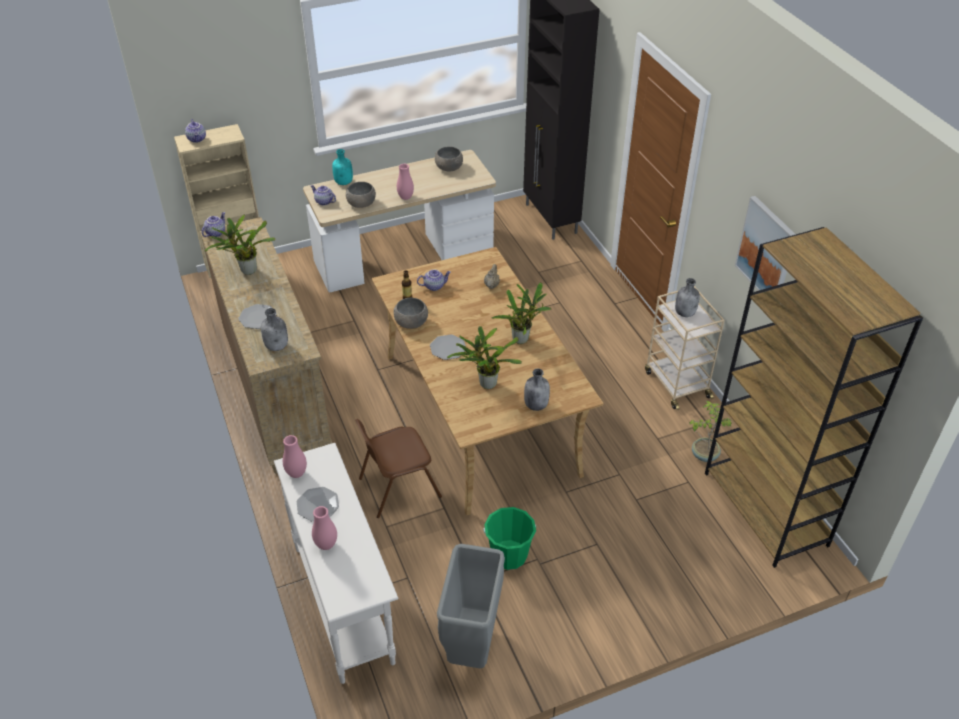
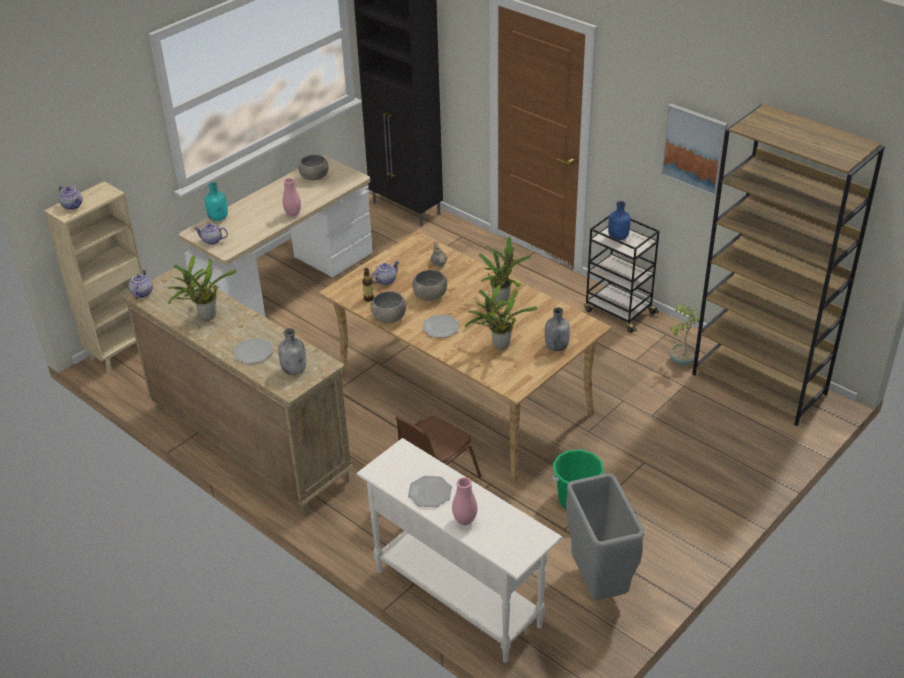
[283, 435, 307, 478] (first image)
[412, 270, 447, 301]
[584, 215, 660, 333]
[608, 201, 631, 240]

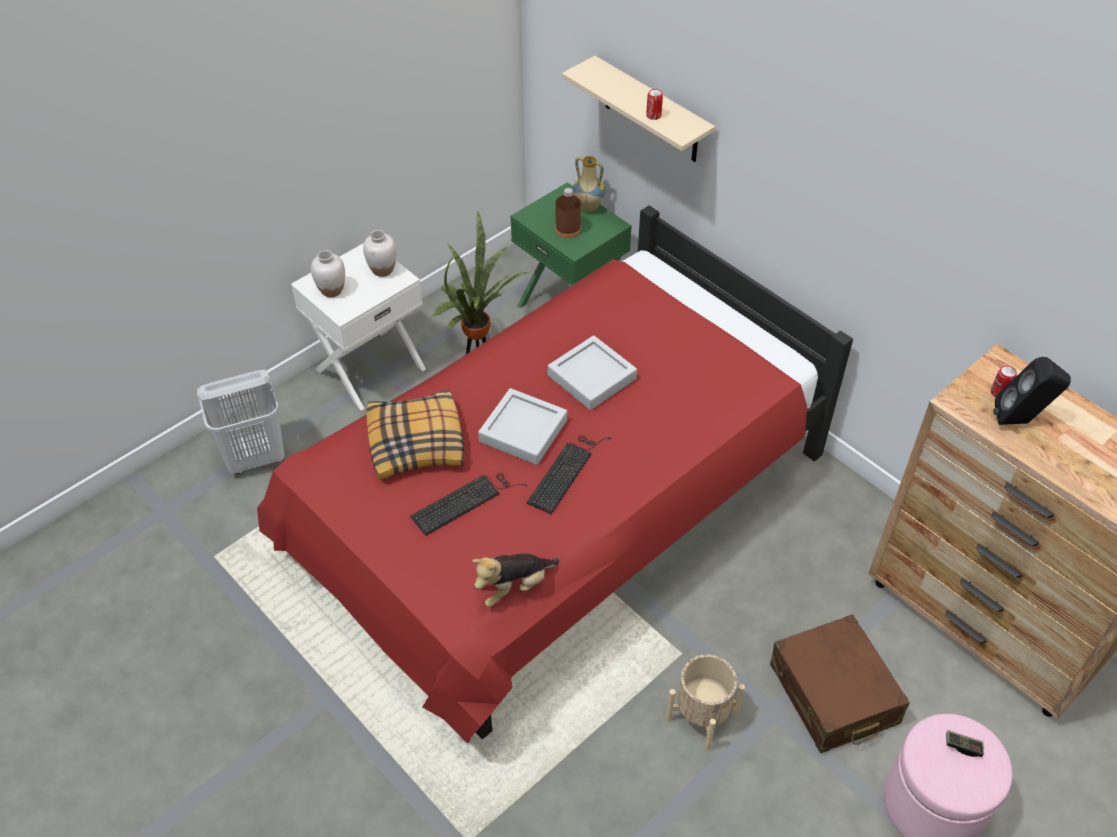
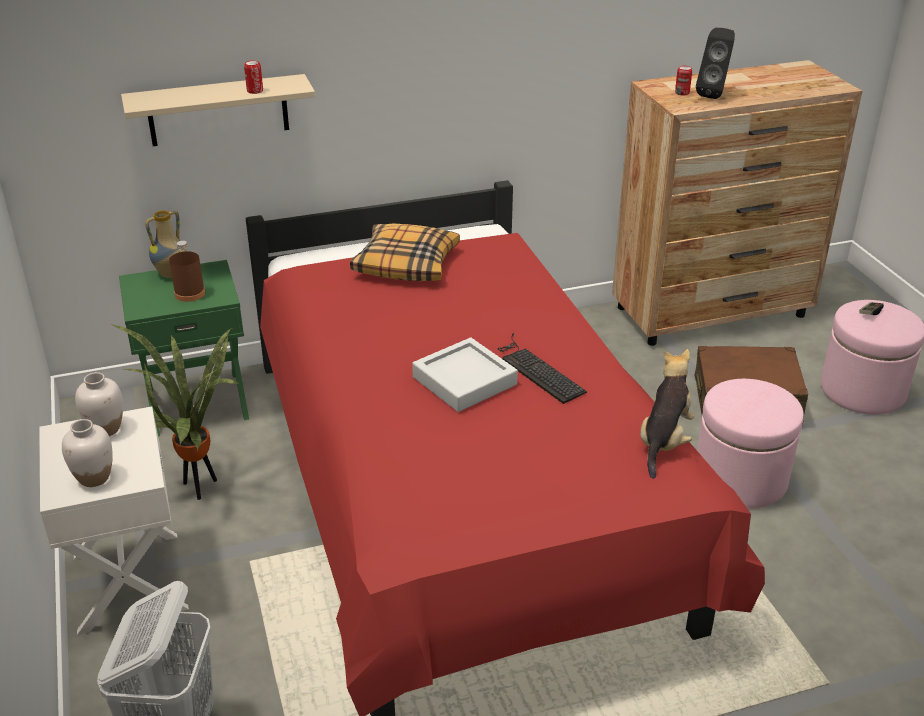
[410, 473, 528, 536] (first image)
[548, 335, 637, 410] (first image)
[350, 224, 460, 281]
[697, 379, 804, 509]
[640, 349, 695, 478]

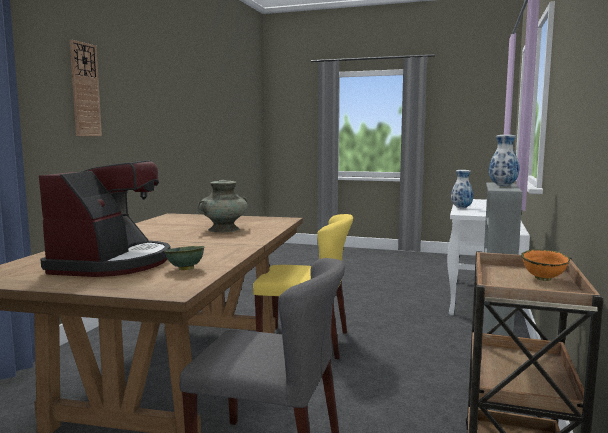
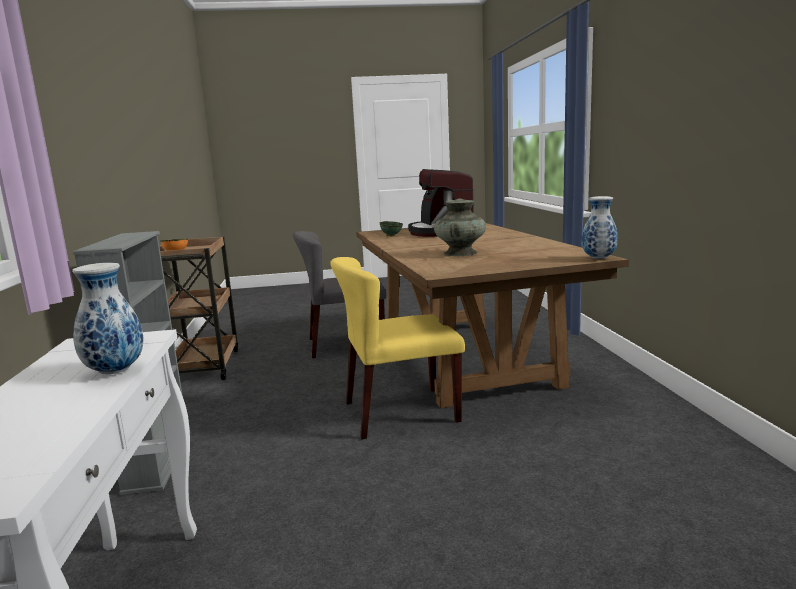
[70, 40, 102, 136] (first image)
[582, 196, 618, 259]

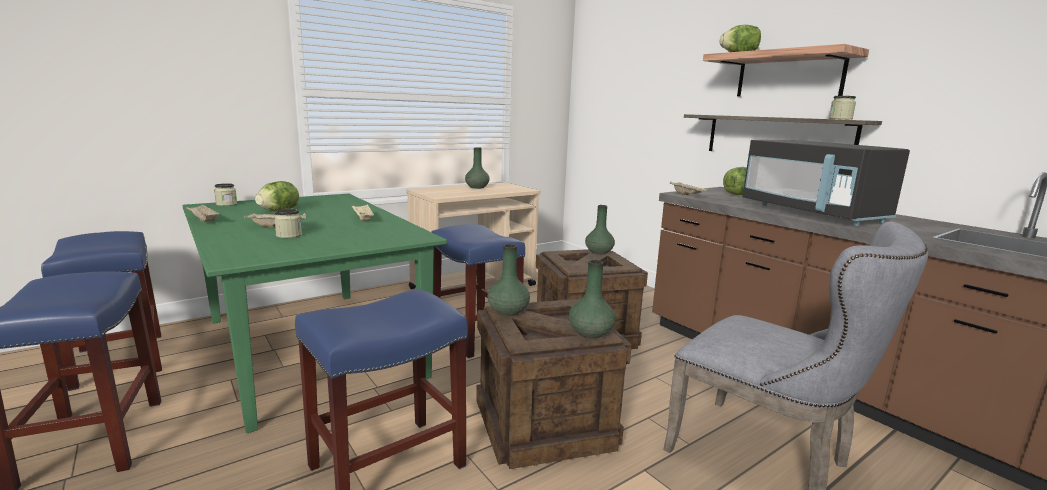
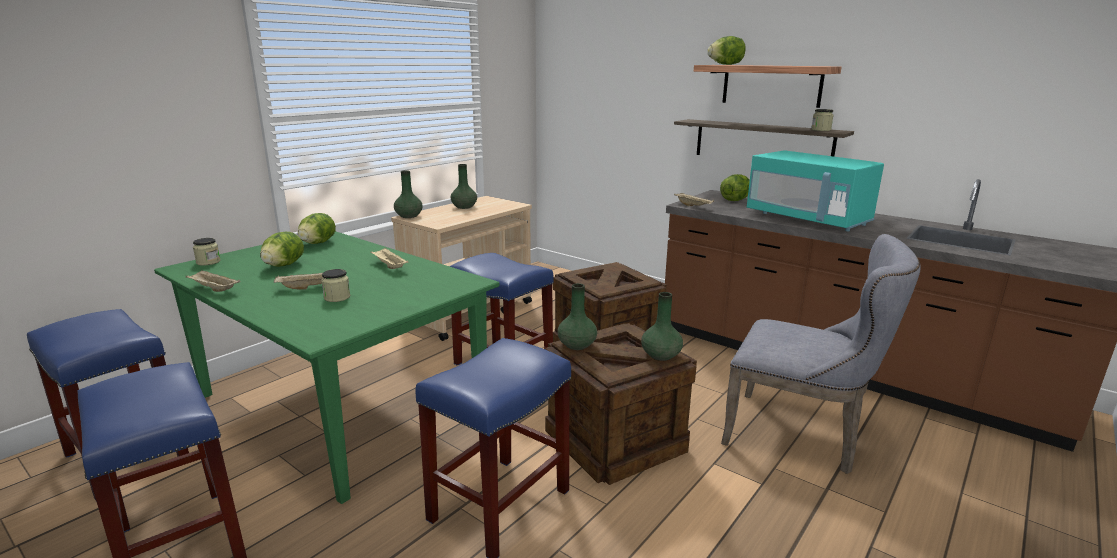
[298, 213, 336, 244]
[394, 170, 423, 218]
[747, 150, 884, 231]

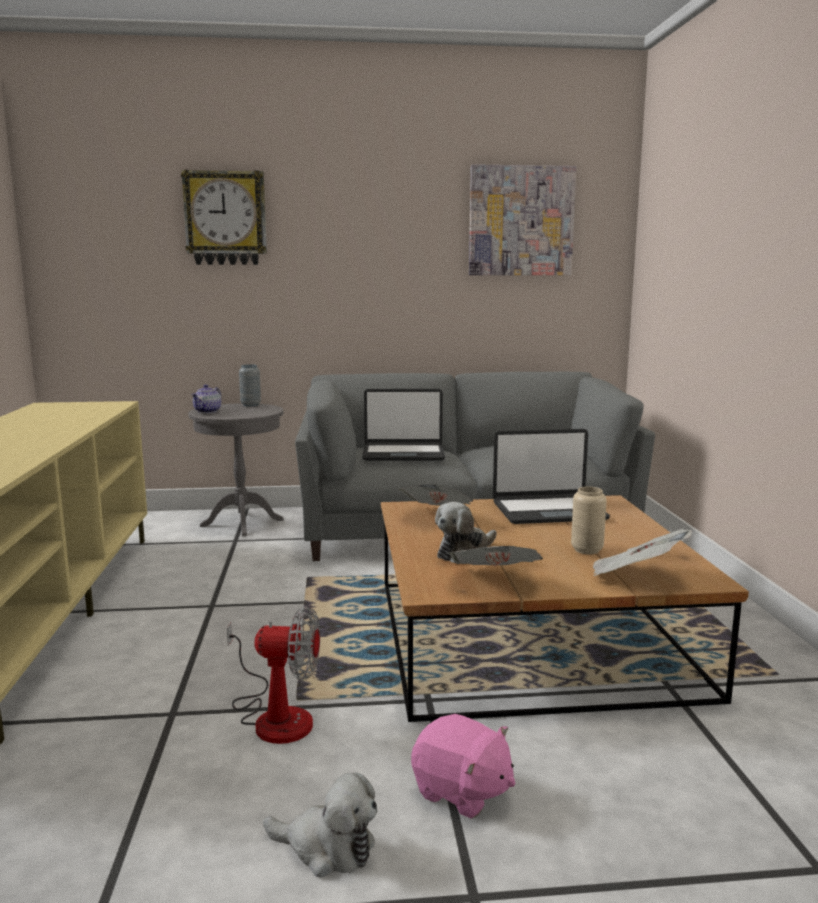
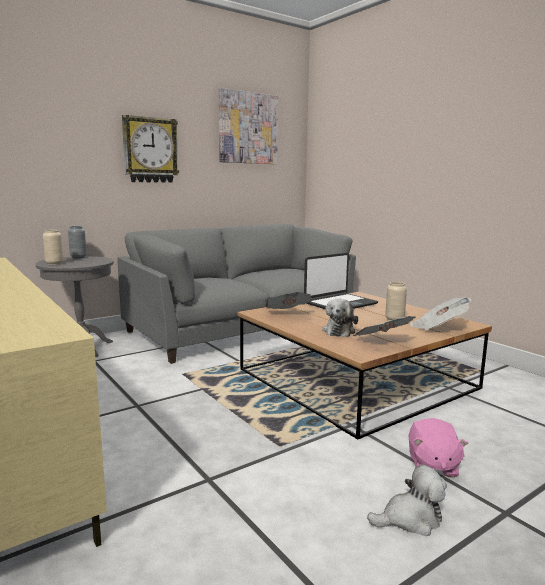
[227, 606, 320, 744] (first image)
[362, 389, 445, 461] (first image)
[122, 115, 179, 183]
[43, 230, 63, 265]
[408, 418, 469, 478]

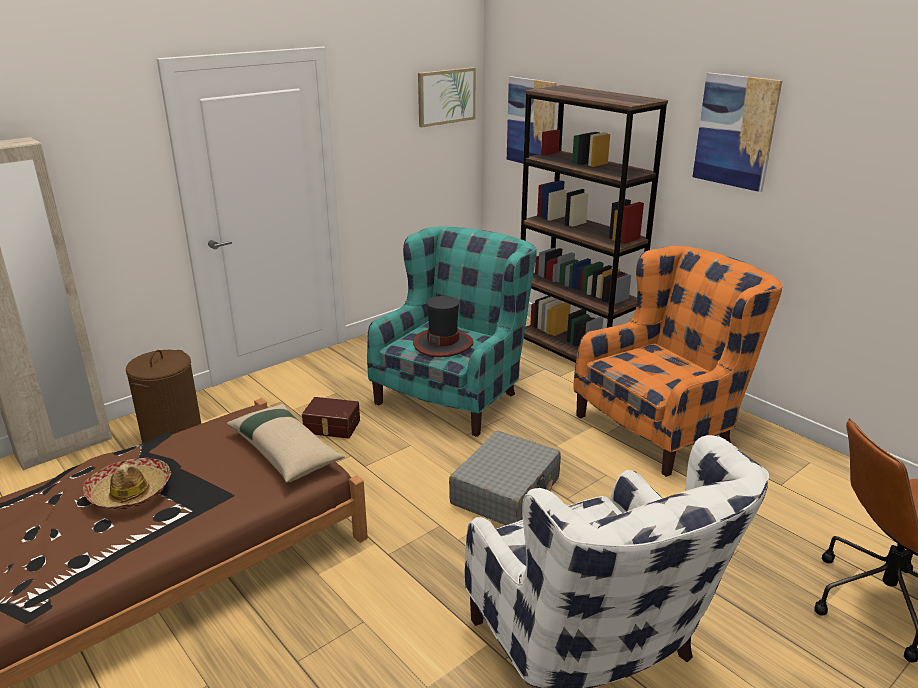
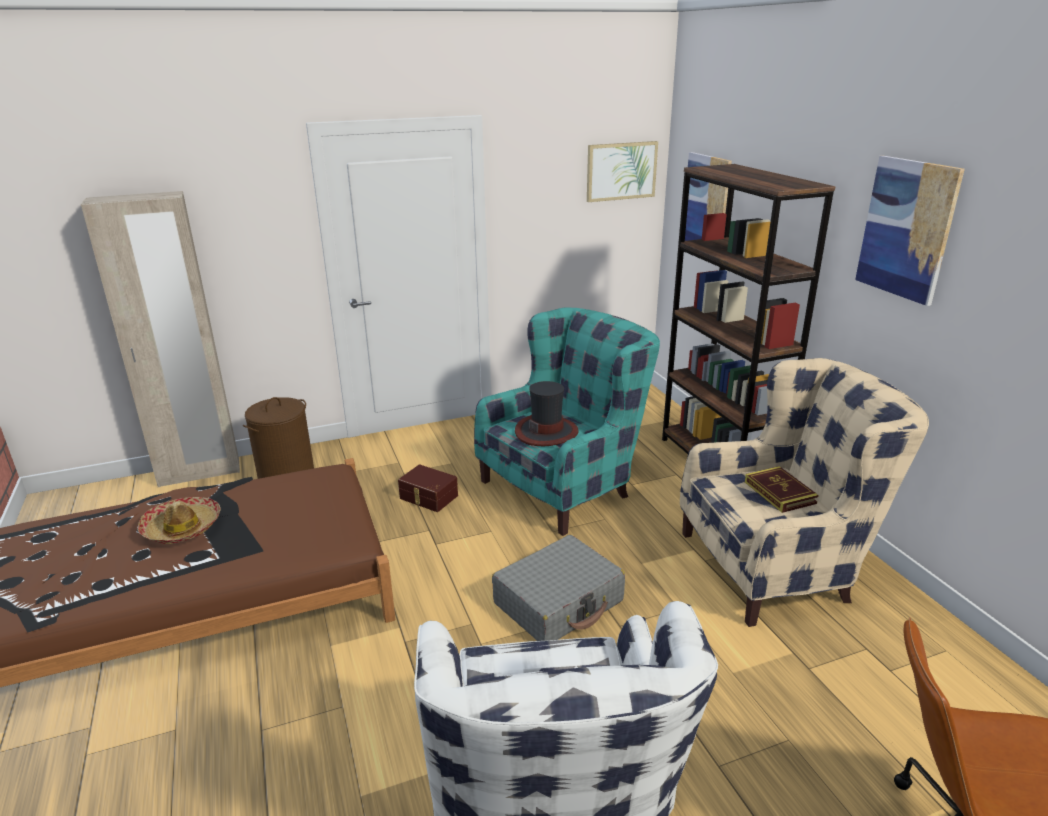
[227, 404, 345, 483] (first image)
[745, 466, 819, 513]
[680, 358, 929, 627]

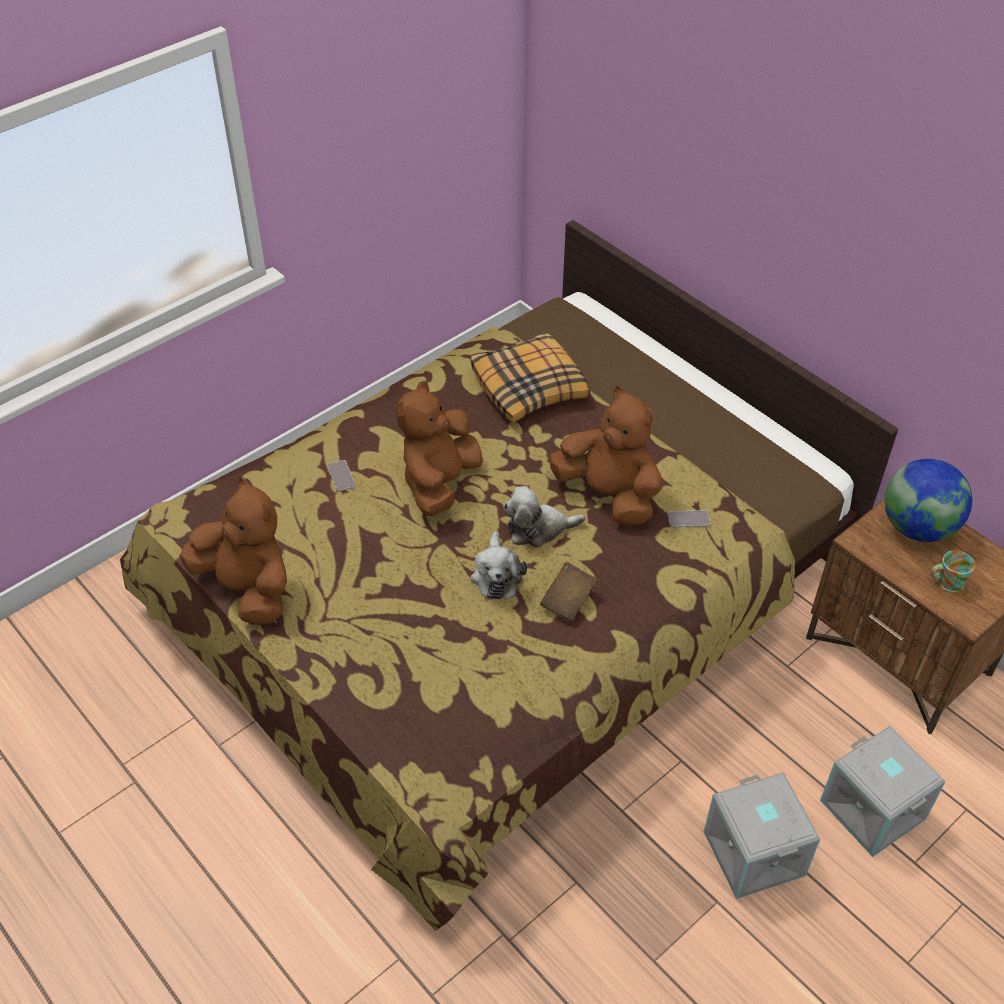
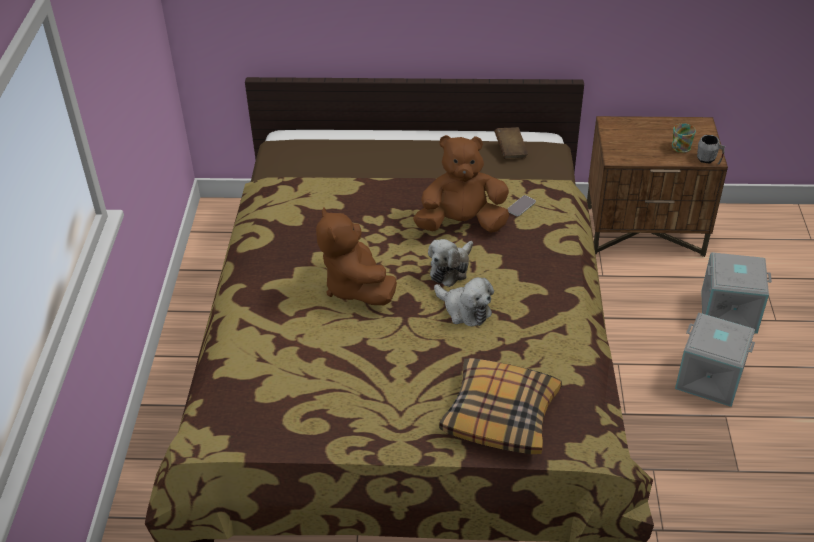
[180, 477, 287, 625] (first image)
[328, 460, 356, 491] (first image)
[884, 459, 972, 542] (first image)
[697, 135, 725, 165]
[439, 358, 562, 454]
[494, 127, 528, 159]

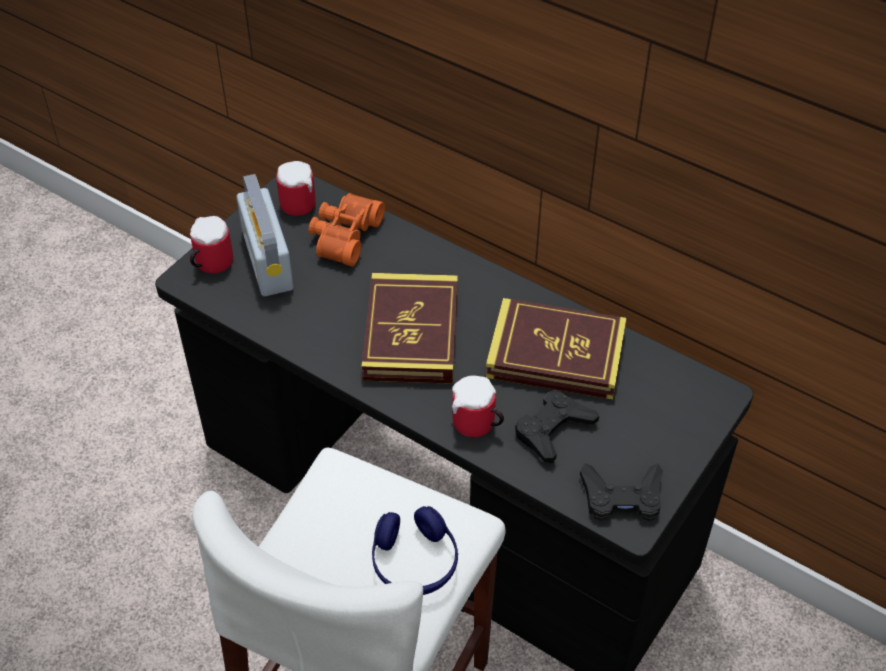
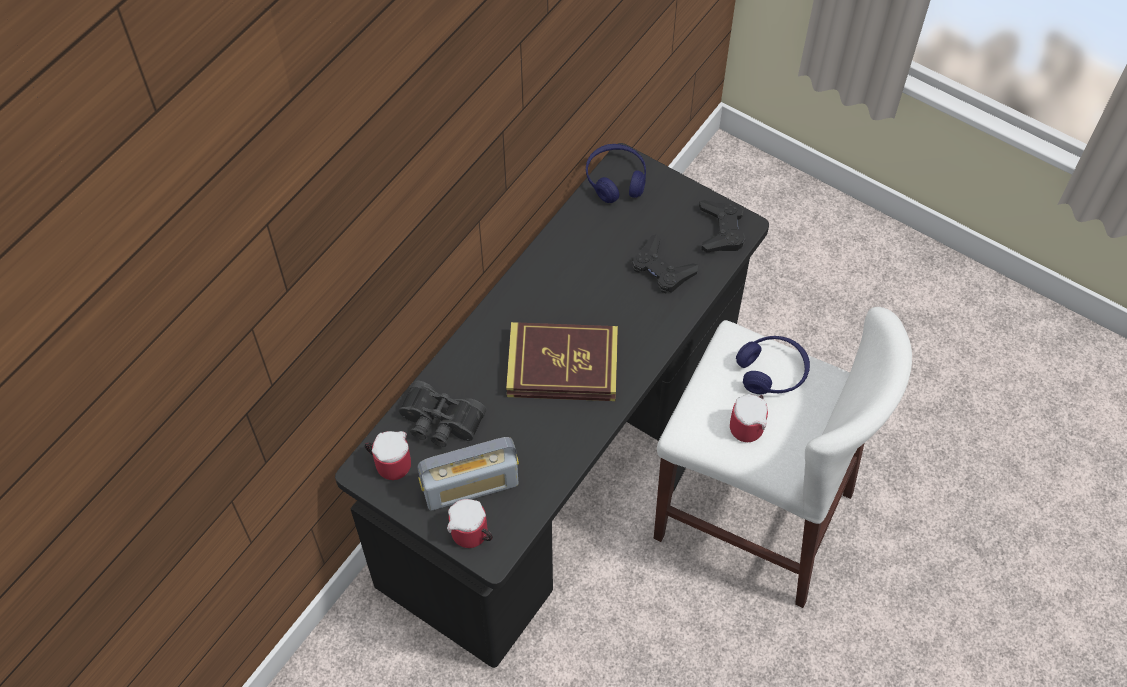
[486, 298, 627, 399] (first image)
[586, 144, 646, 203]
[730, 394, 768, 442]
[399, 380, 487, 447]

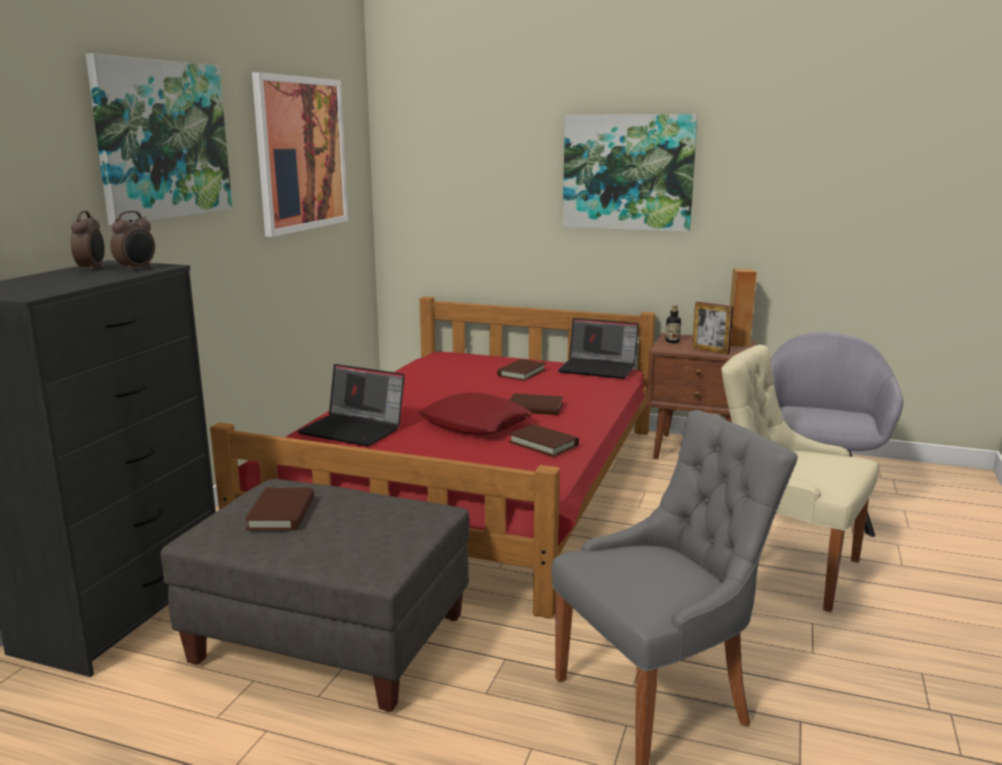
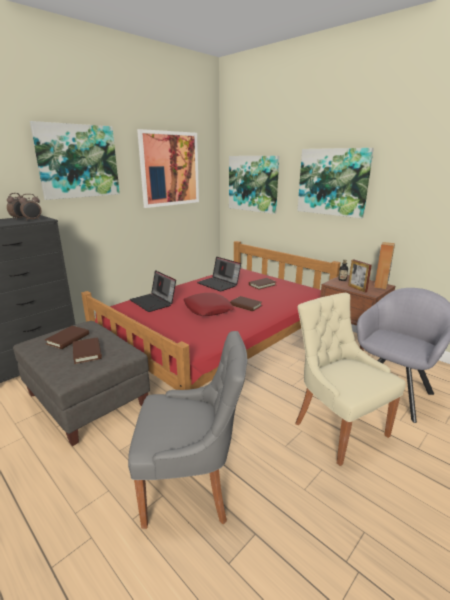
[229, 156, 279, 214]
[73, 338, 102, 364]
[197, 257, 241, 291]

